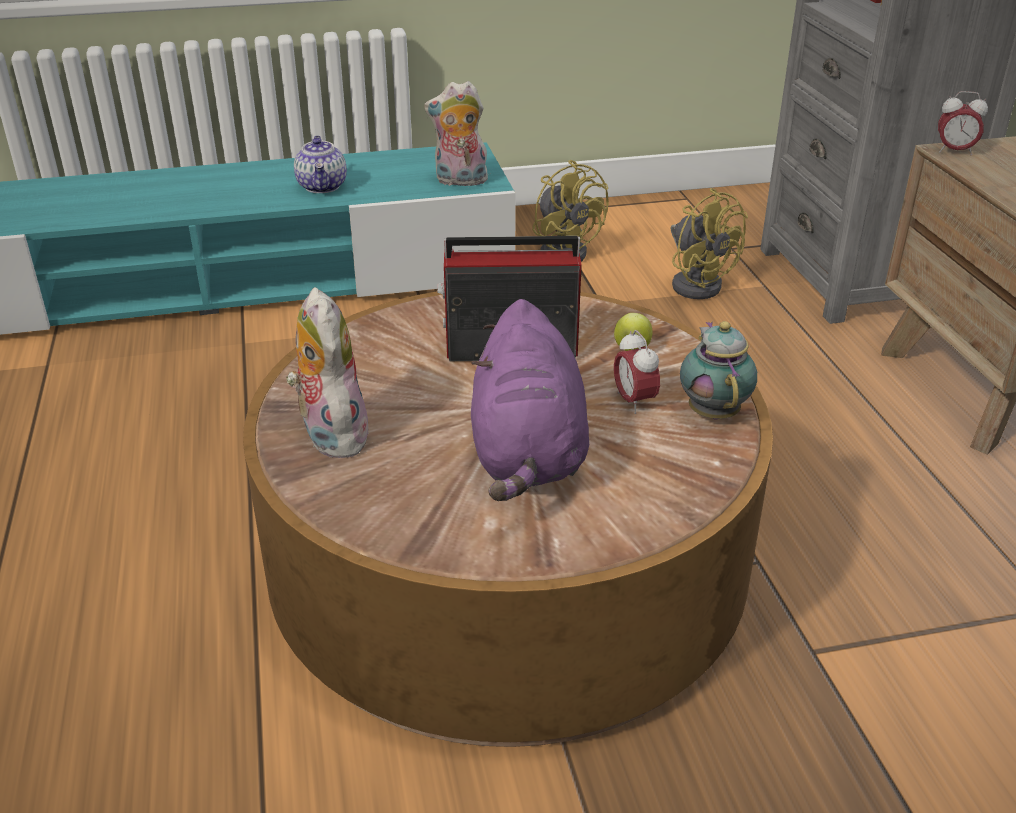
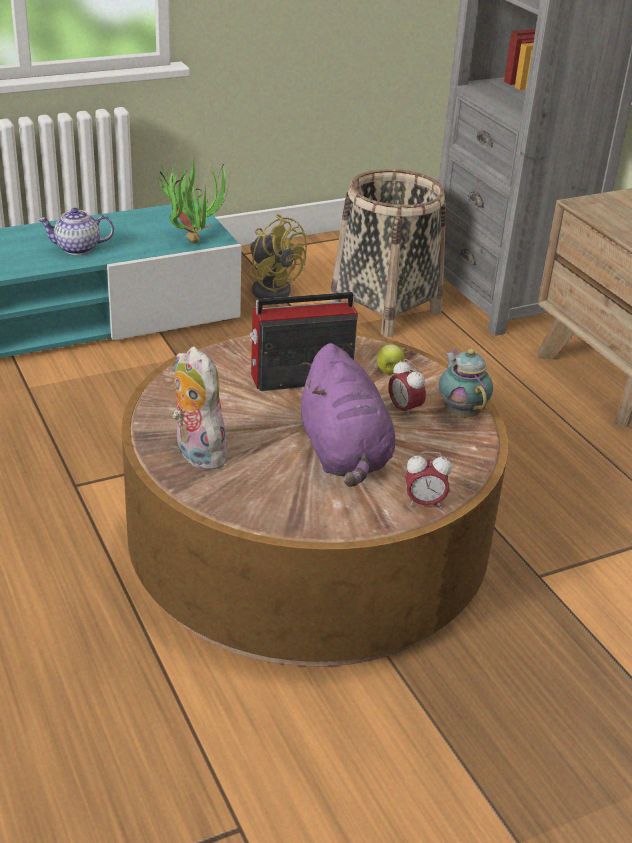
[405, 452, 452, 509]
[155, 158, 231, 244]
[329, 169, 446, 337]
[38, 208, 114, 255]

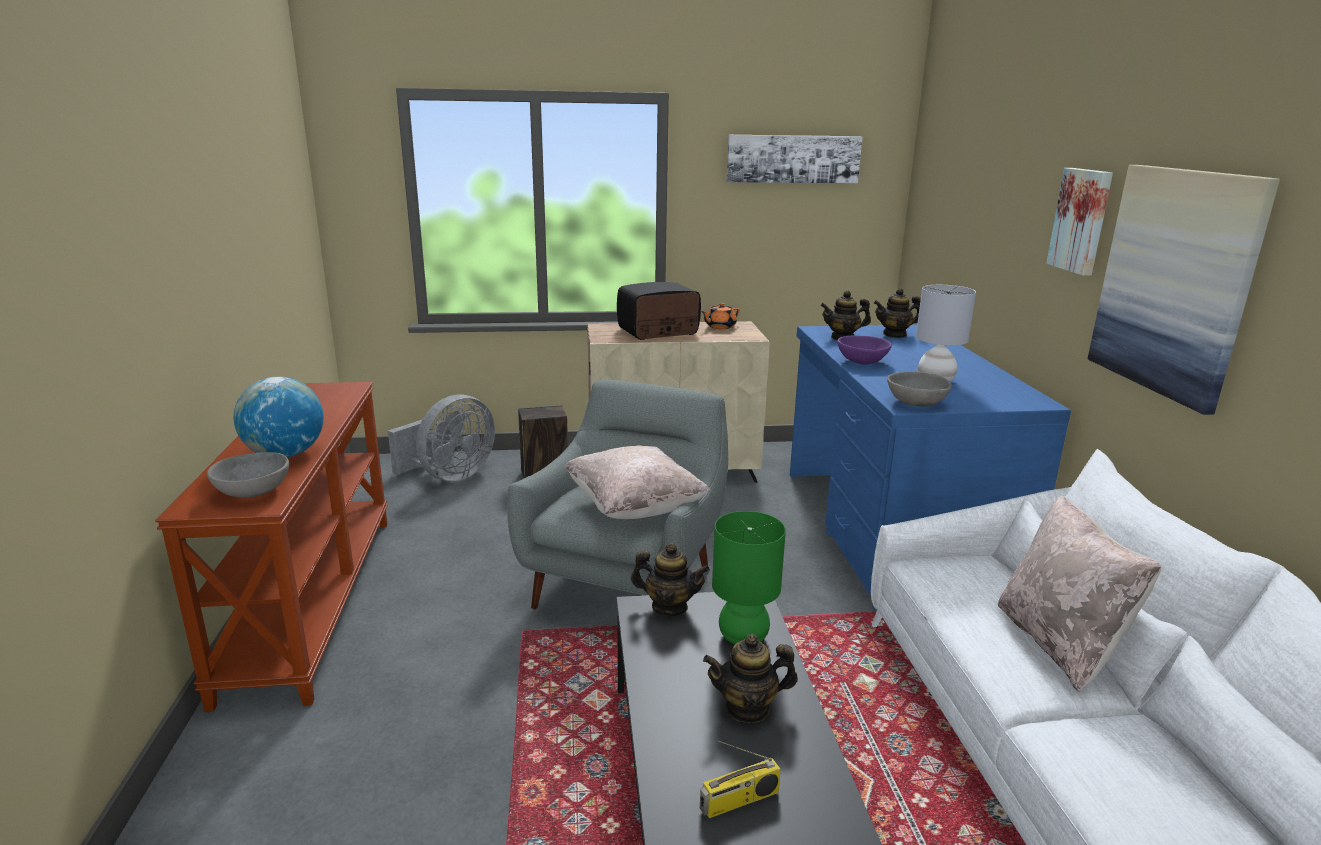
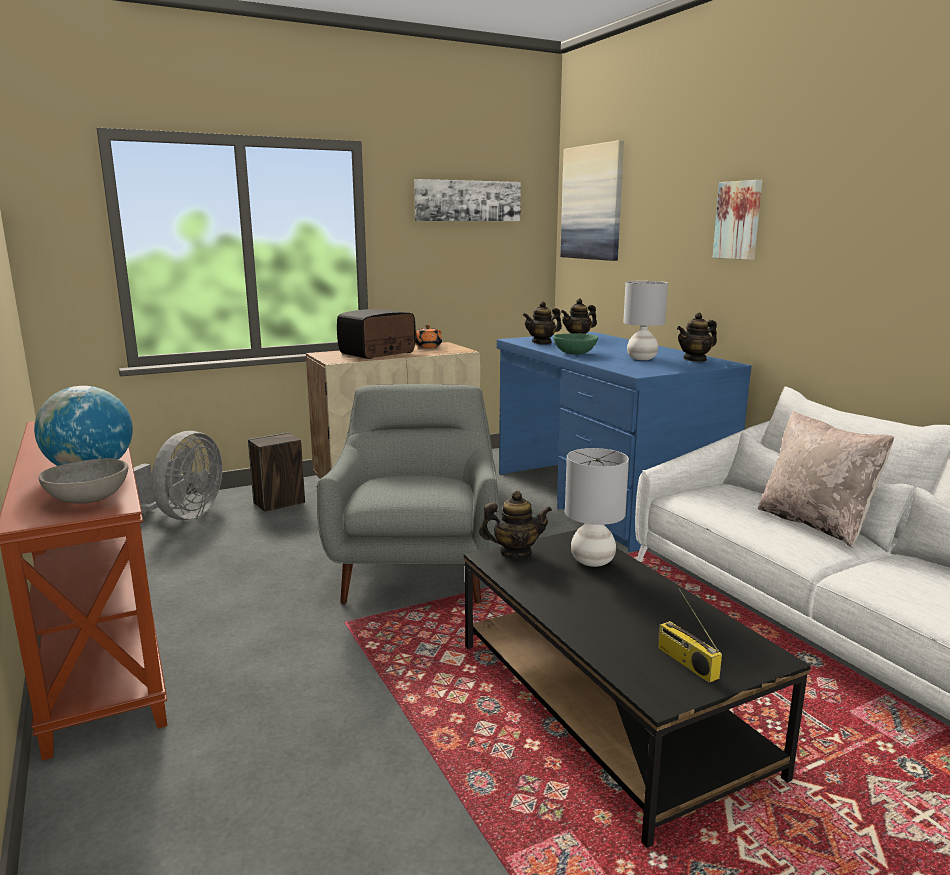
[564, 445, 710, 519] (first image)
[887, 371, 952, 407] (first image)
[677, 313, 717, 362]
[560, 140, 624, 261]
[565, 448, 629, 567]
[553, 333, 598, 355]
[658, 589, 722, 683]

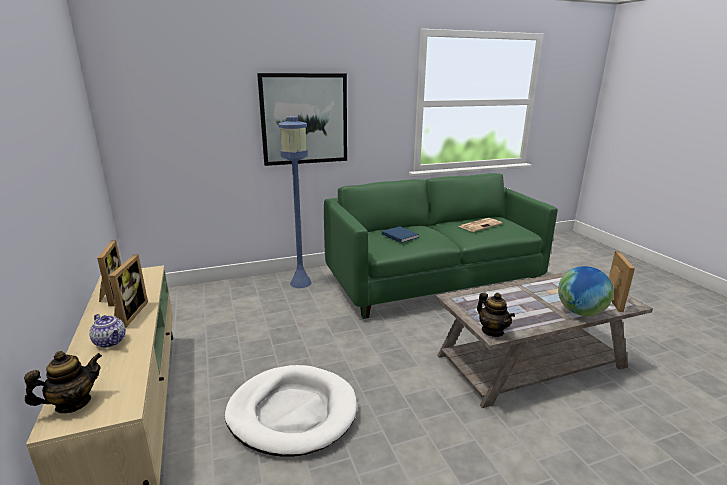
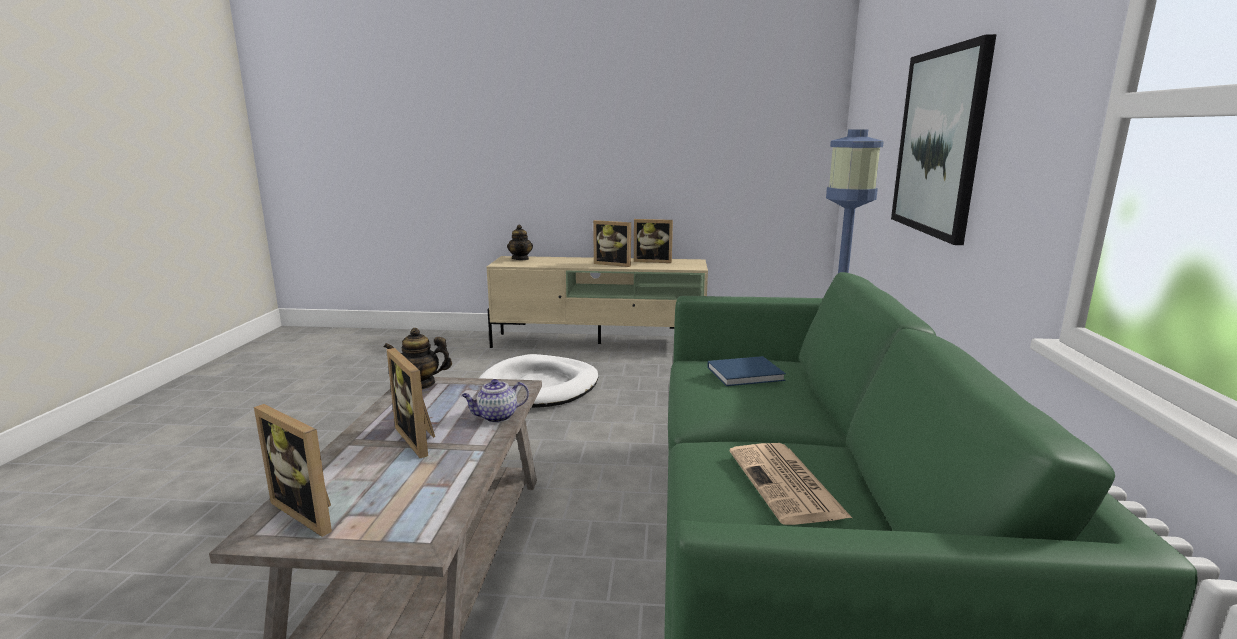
[558, 266, 614, 316] (first image)
[387, 348, 435, 458]
[461, 379, 529, 423]

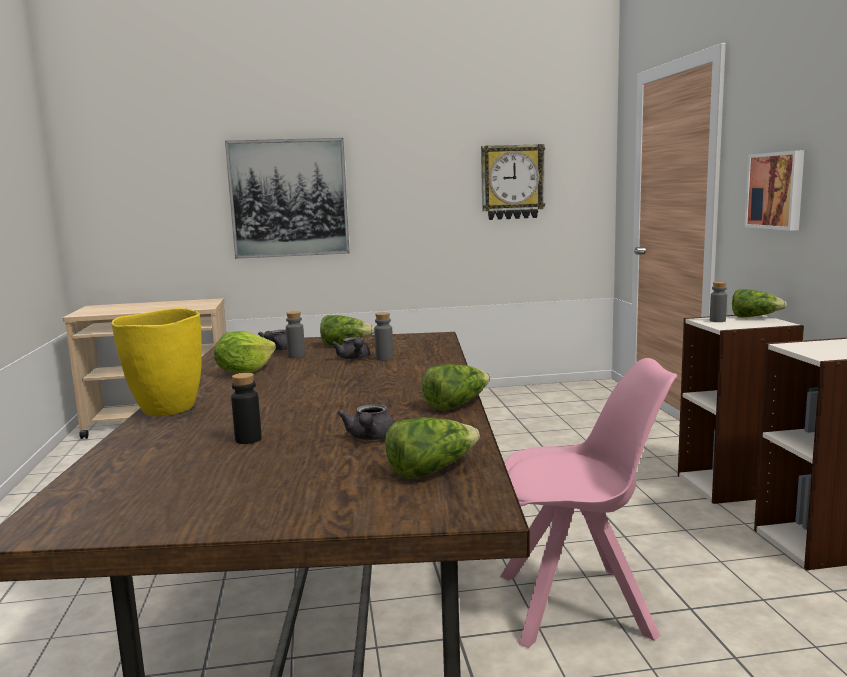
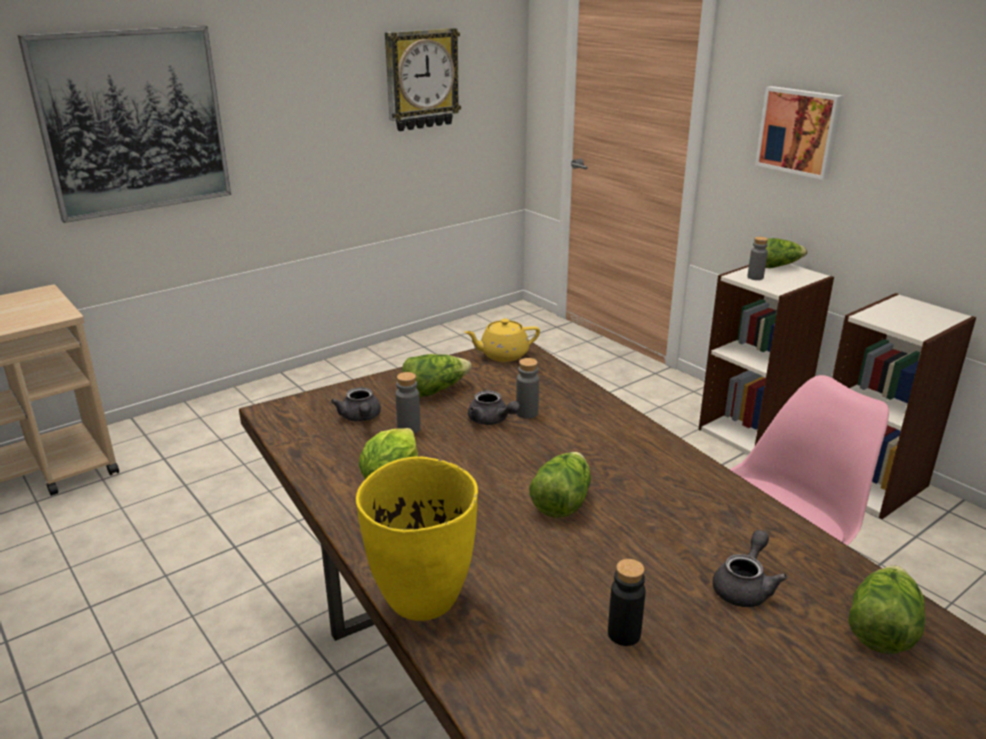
[464, 319, 540, 362]
[529, 452, 591, 518]
[712, 530, 787, 607]

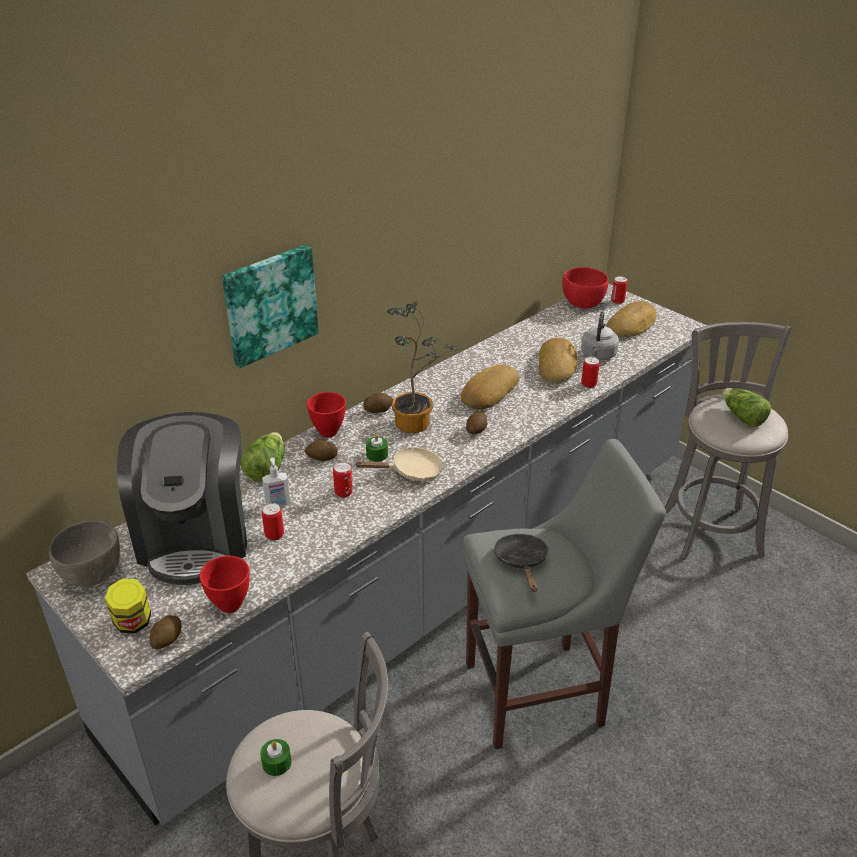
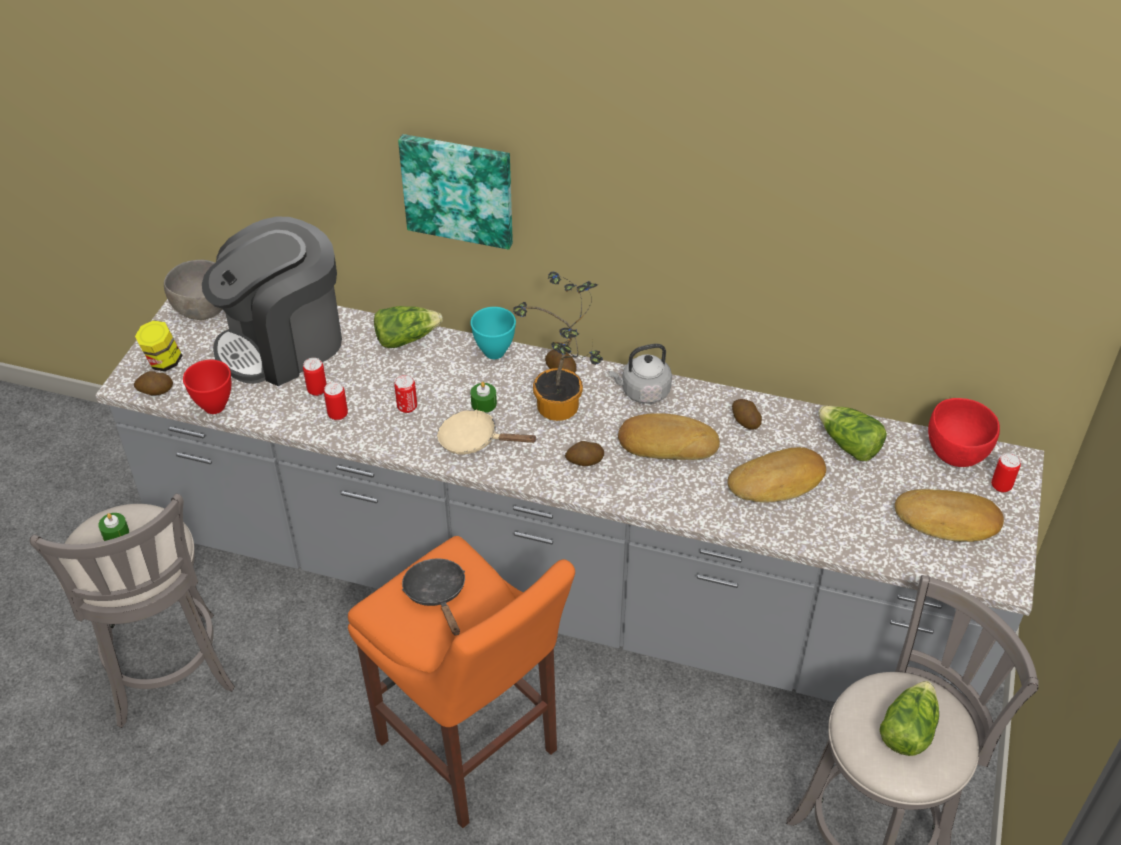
[262, 458, 290, 507] (first image)
[818, 406, 887, 461]
[732, 399, 762, 430]
[609, 344, 672, 404]
[324, 382, 348, 420]
[471, 307, 516, 359]
[348, 536, 575, 828]
[437, 409, 538, 455]
[402, 558, 465, 636]

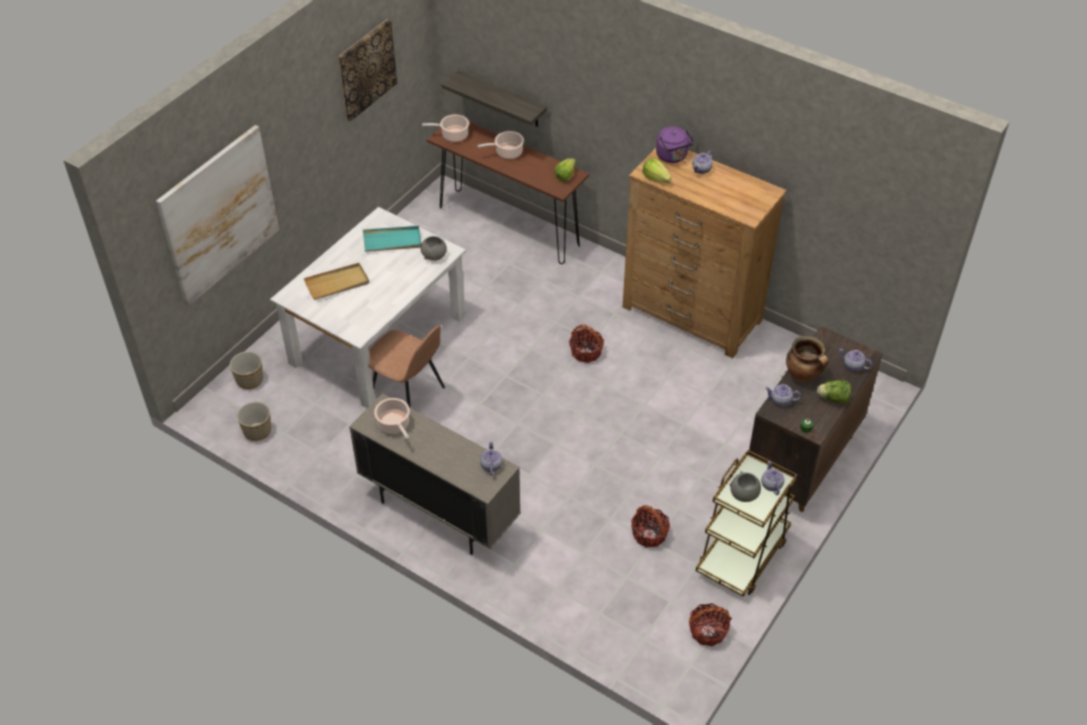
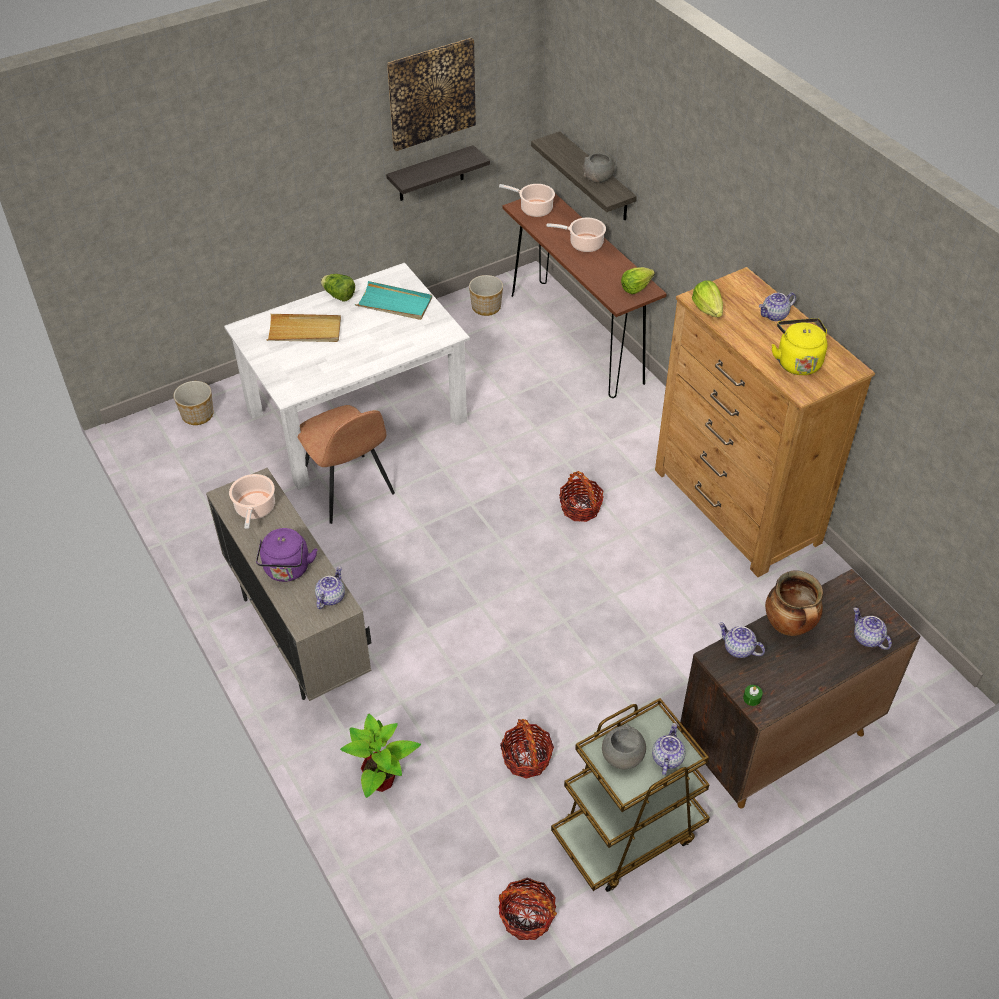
[156, 125, 279, 306] (first image)
[340, 714, 421, 798]
[386, 145, 490, 201]
[772, 318, 828, 375]
[469, 275, 503, 316]
[583, 153, 614, 183]
[256, 528, 317, 582]
[321, 274, 355, 302]

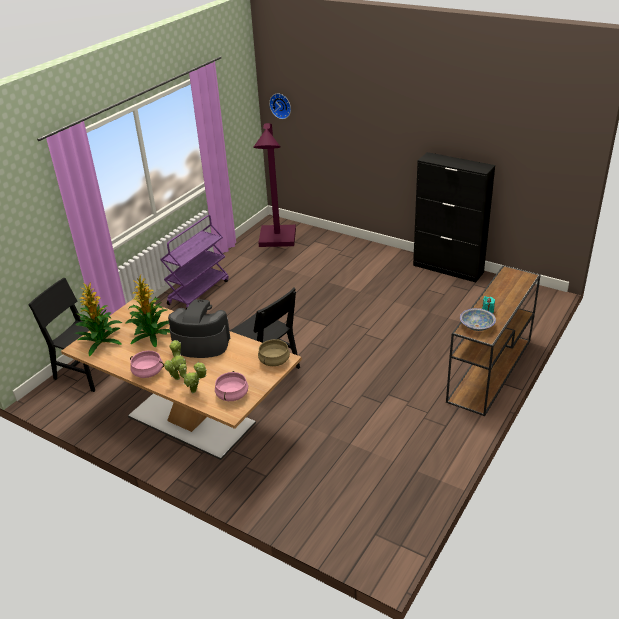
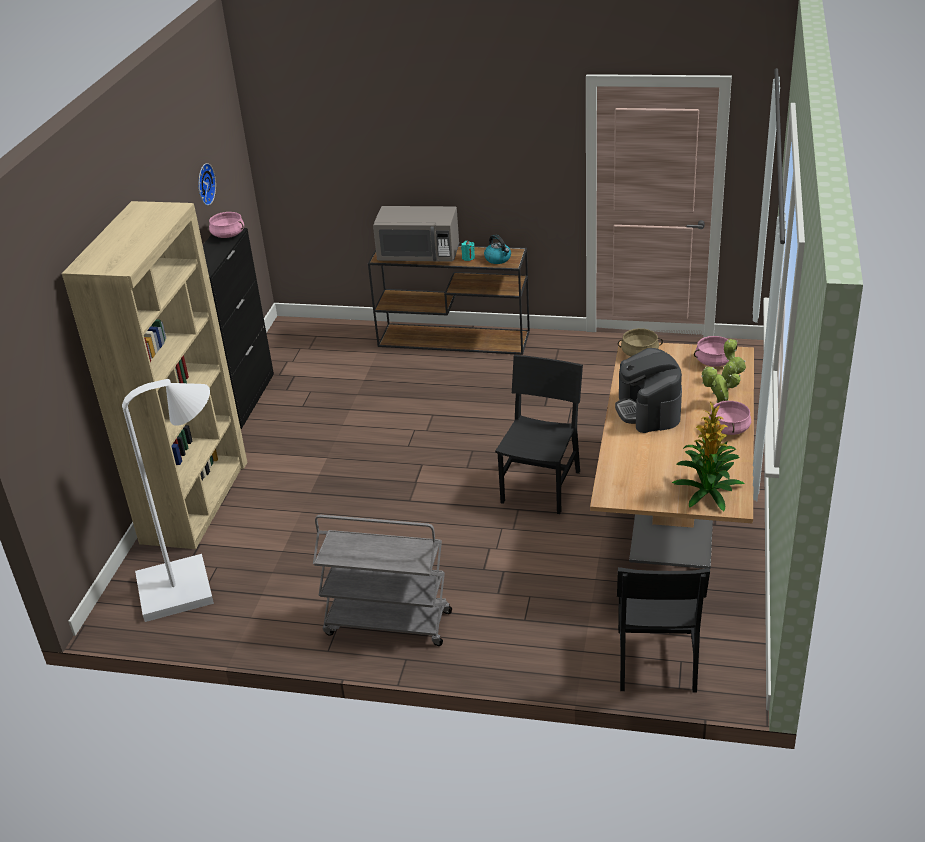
[125, 275, 170, 347] (first image)
[62, 201, 247, 549]
[209, 212, 244, 238]
[373, 206, 460, 262]
[198, 163, 216, 206]
[484, 235, 511, 264]
[313, 515, 452, 646]
[122, 379, 214, 622]

